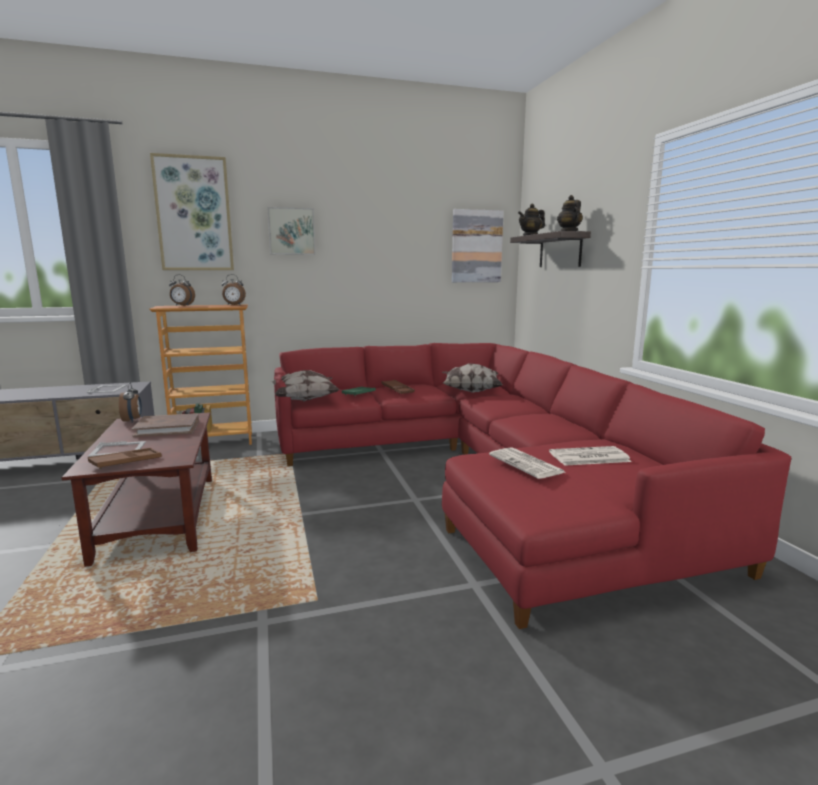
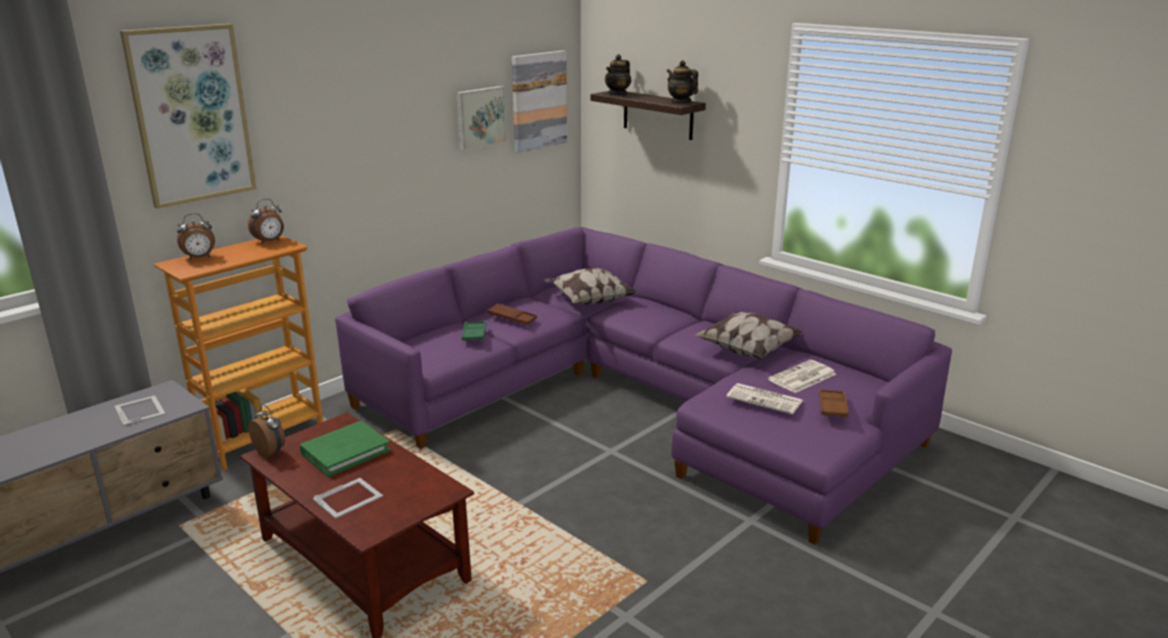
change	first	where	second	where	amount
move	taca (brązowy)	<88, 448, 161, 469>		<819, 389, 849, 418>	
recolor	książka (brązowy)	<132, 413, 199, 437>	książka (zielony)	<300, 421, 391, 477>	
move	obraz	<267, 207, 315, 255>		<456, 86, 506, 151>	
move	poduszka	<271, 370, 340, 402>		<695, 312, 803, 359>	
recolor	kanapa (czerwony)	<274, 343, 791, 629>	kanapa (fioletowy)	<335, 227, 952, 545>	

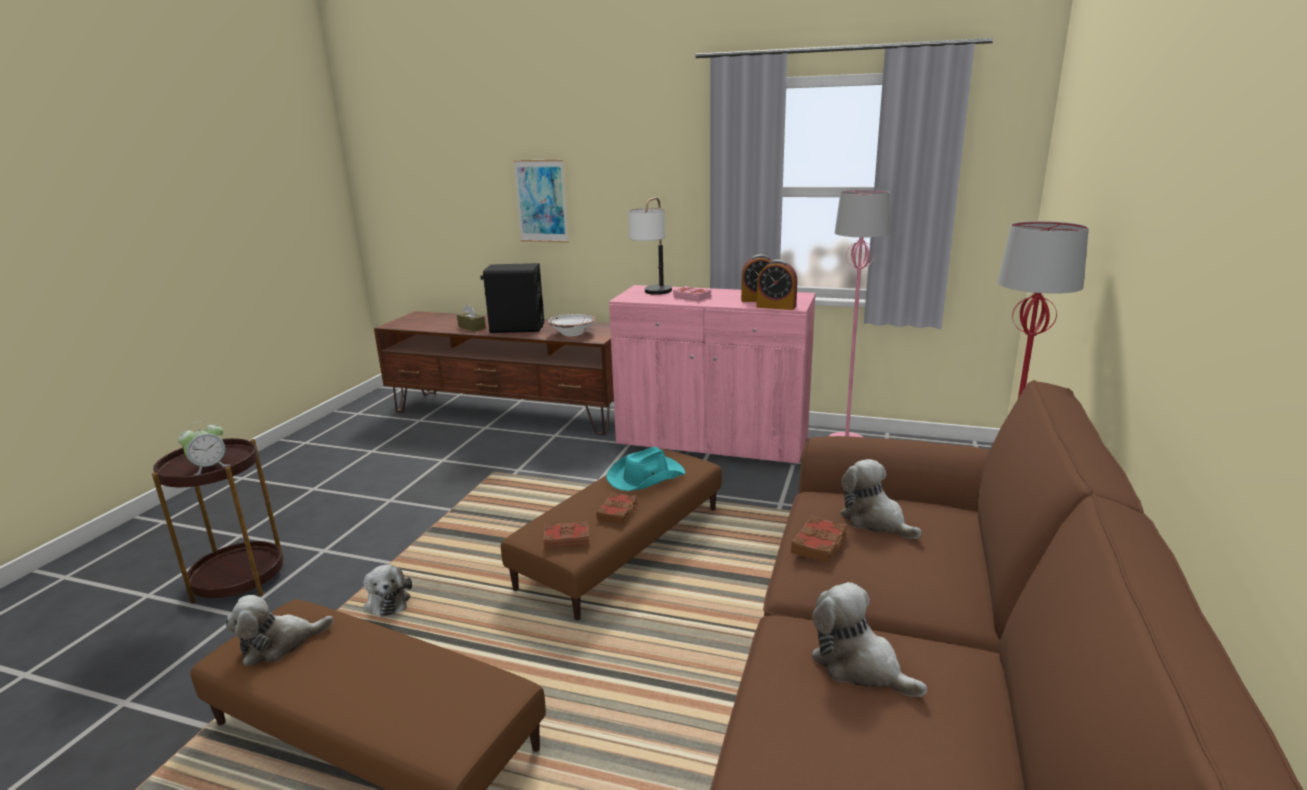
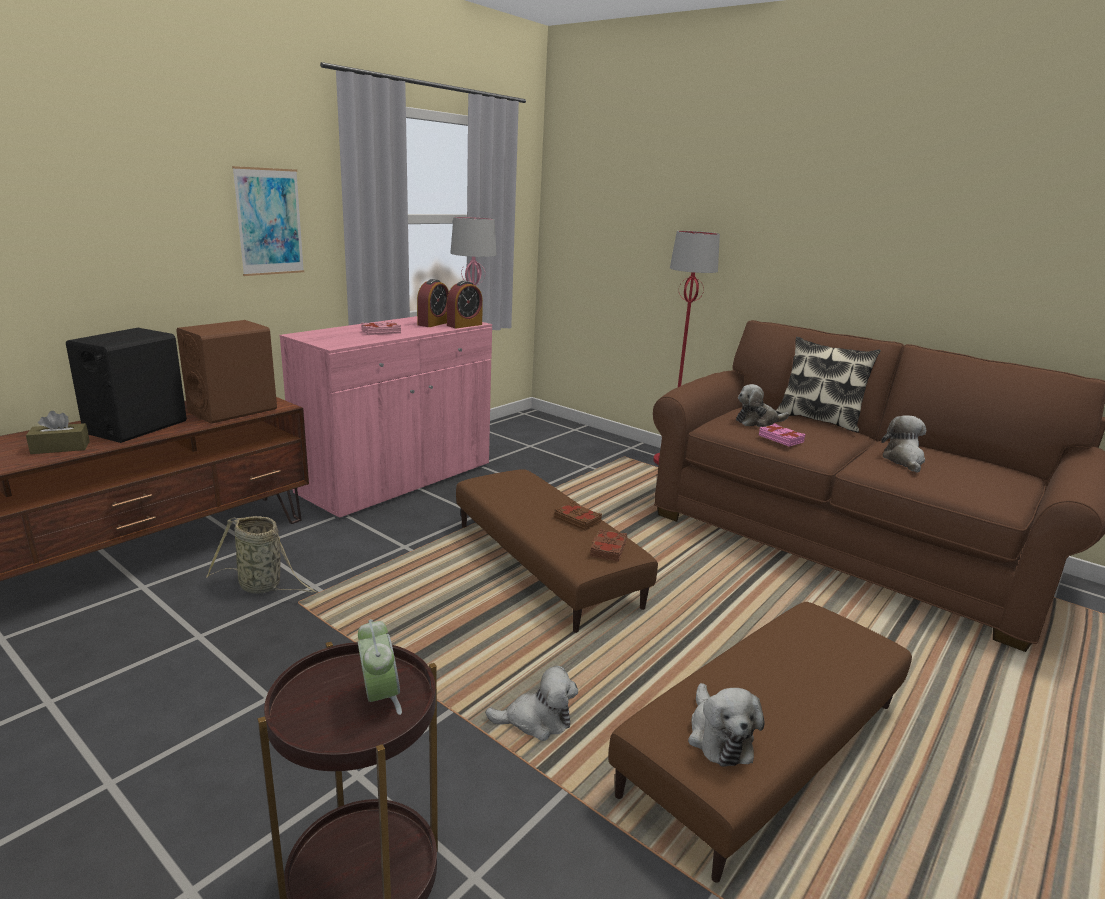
change	first	where	second	where	amount
move	obraz	<514, 160, 568, 243>		<232, 166, 304, 276>	
replace	miska (biały)	<547, 314, 596, 336>	głośnik (brązowy)	<176, 320, 277, 424>	
delete	kapelusz (turkusowy)	<606, 447, 685, 491>			
delete	lampa stołowa	<628, 197, 672, 295>			
recolor	książka (brązowy)	<791, 515, 847, 563>	książka (różowy)	<759, 423, 806, 447>	
rotate	pluszak	<811, 582, 927, 697>		<881, 415, 926, 473>	120 degrees clockwise
insert			koszyk	<206, 516, 318, 594>	
insert			poduszka	<776, 337, 881, 433>	

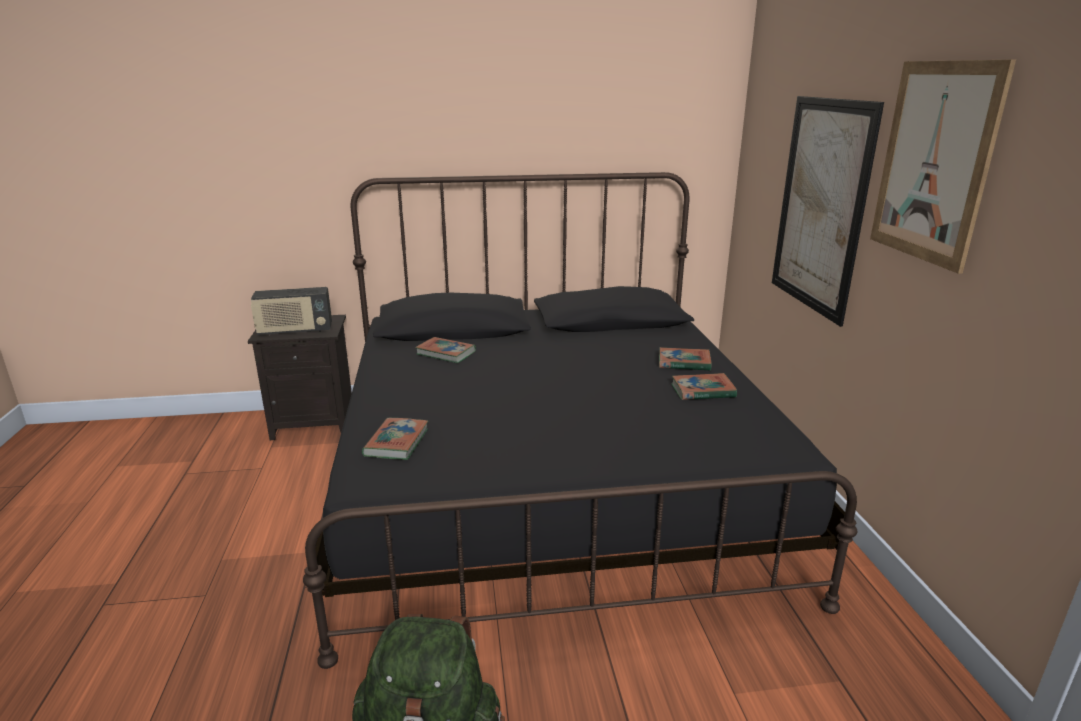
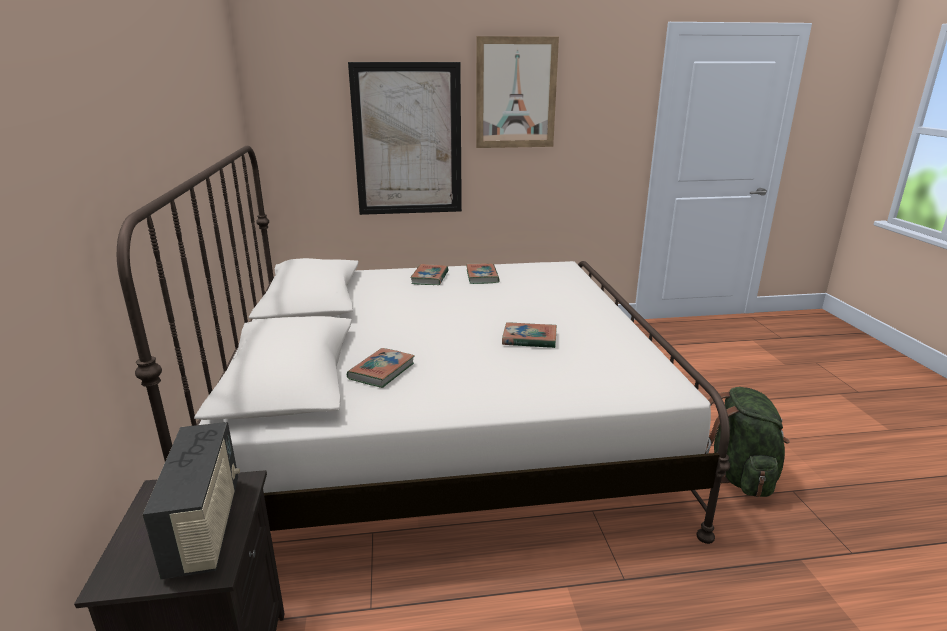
change	first	where	second	where	amount
recolor	łóżko (czarny)	<303, 172, 857, 669>	łóżko (biały)	<117, 145, 730, 544>	
move	książka	<362, 418, 428, 460>		<502, 322, 557, 348>	

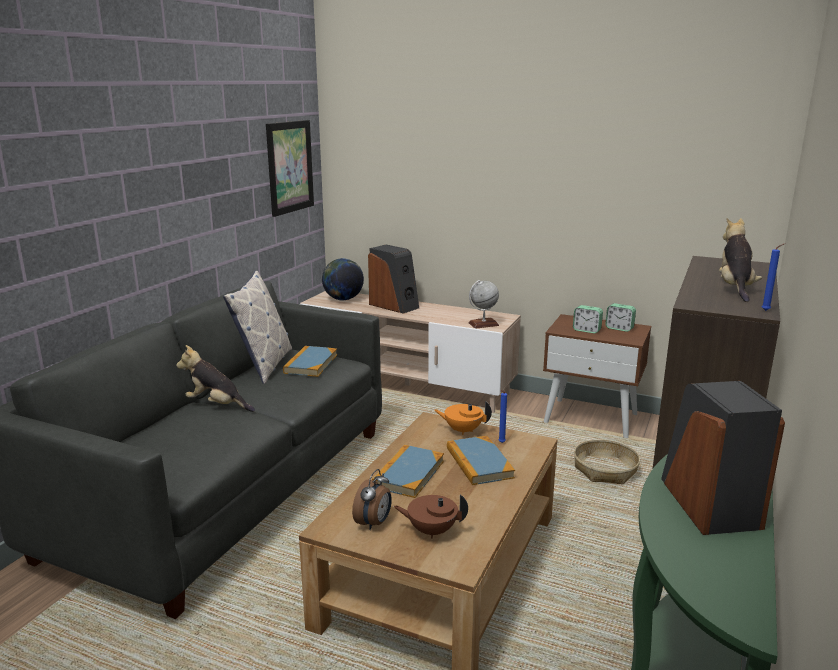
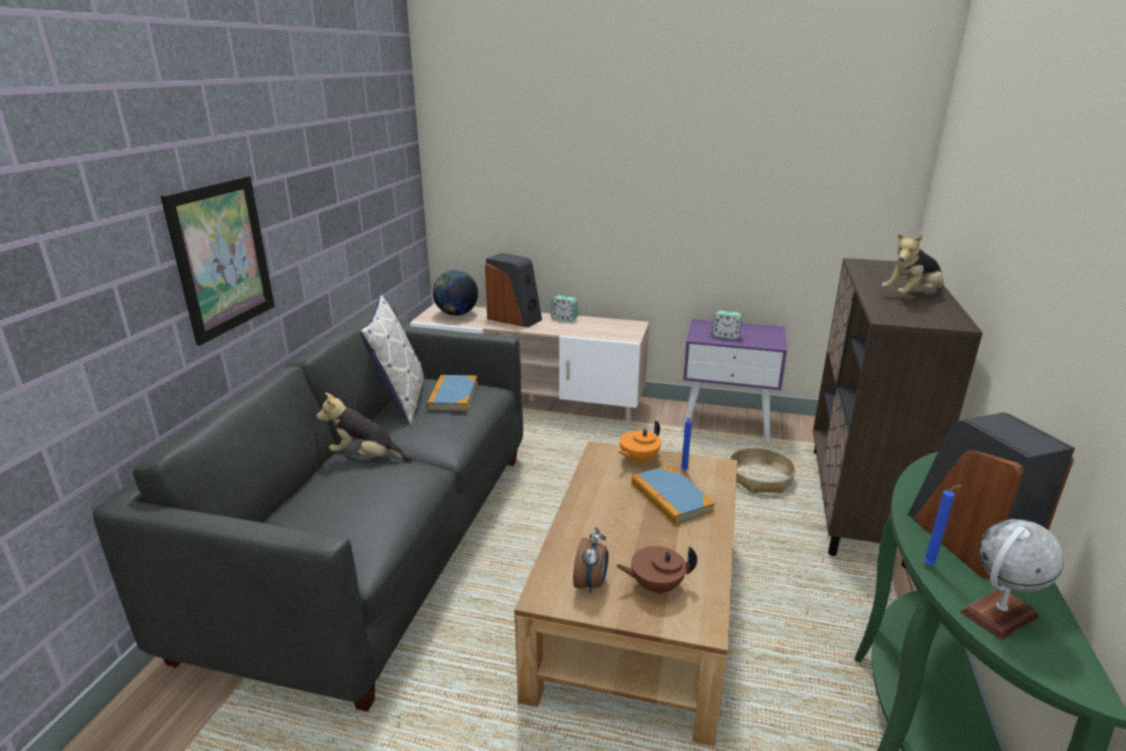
change	first	where	second	where	amount
move	obraz	<266, 120, 314, 217>		<161, 176, 275, 346>	
delete	książka	<372, 445, 444, 498>			
rotate	imbryk (pomarańczowy)	<434, 401, 492, 435>		<618, 420, 661, 464>	45 degrees counterclockwise
move	globus	<469, 280, 499, 329>		<960, 519, 1064, 640>	
recolor	szafka nocna (brązowy)	<543, 314, 651, 438>	szafka nocna (fioletowy)	<683, 319, 787, 442>	
move	budzik	<605, 303, 636, 332>		<551, 295, 578, 322>	
rotate	pluszak	<719, 218, 762, 302>		<882, 234, 944, 294>	120 degrees counterclockwise
move	świeca (niebieski)	<762, 244, 784, 311>		<923, 485, 962, 565>	

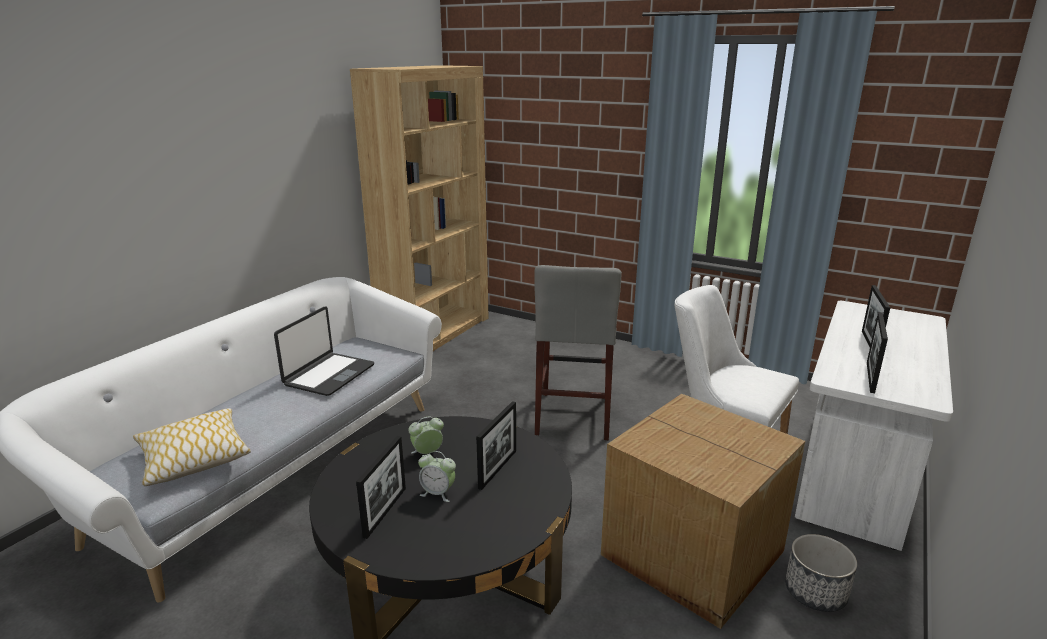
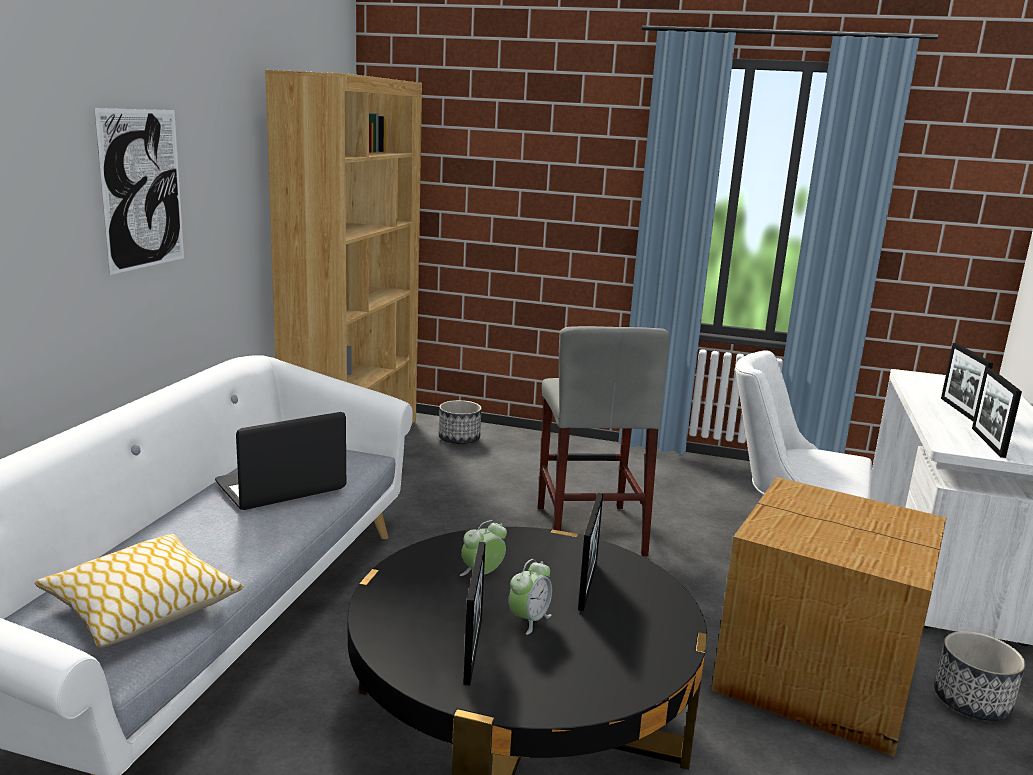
change	first	where	second	where	amount
rotate	laptop	<274, 307, 374, 396>		<215, 412, 346, 510>	135 degrees counterclockwise
rotate	budzik	<418, 451, 456, 502>		<509, 559, 552, 635>	60 degrees counterclockwise
insert			obraz	<94, 108, 184, 275>	
insert			donica	<439, 400, 482, 444>	

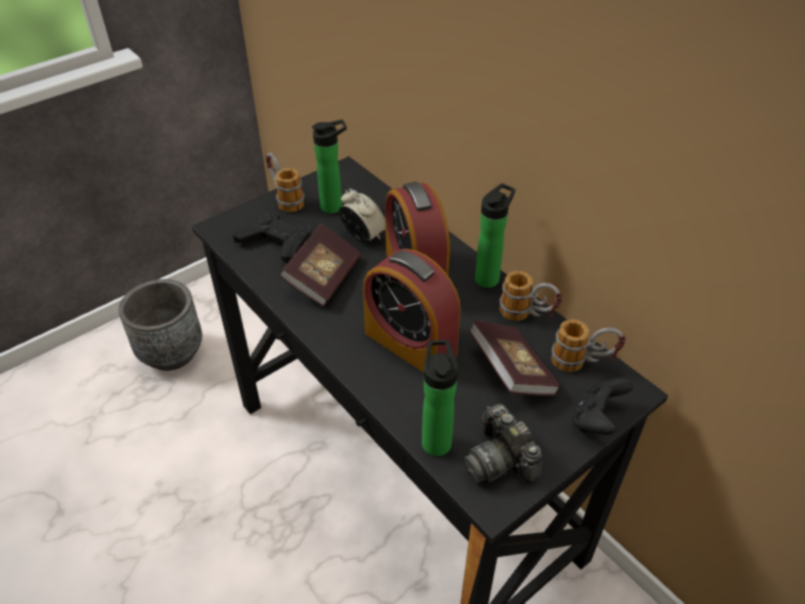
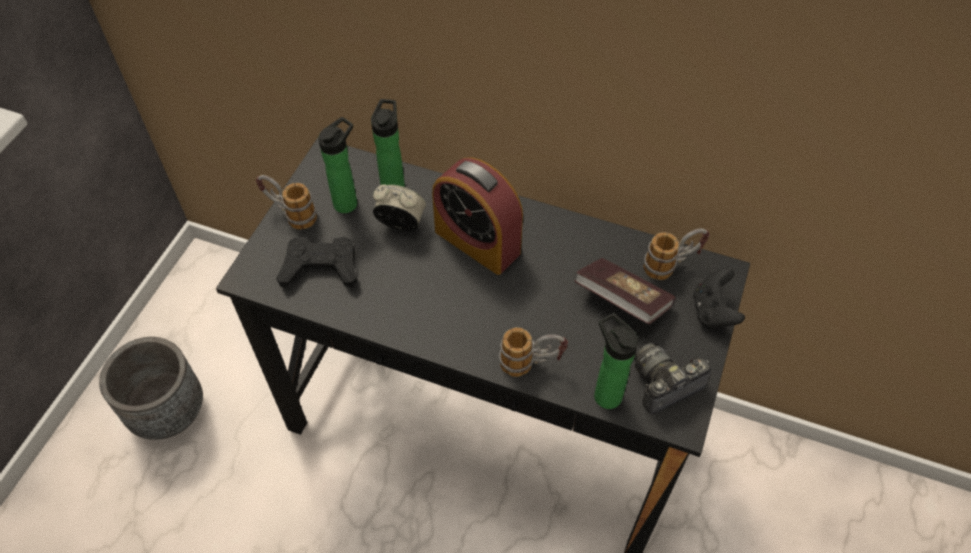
change	first	where	second	where	amount
delete	książka	<280, 224, 361, 306>			
delete	budzik	<363, 249, 461, 373>			
rotate	aparat fotograficzny	<464, 404, 543, 483>		<634, 343, 711, 414>	120 degrees clockwise
move	butelka	<475, 183, 515, 288>		<371, 99, 405, 187>	
move	kubek	<500, 271, 563, 321>		<499, 327, 568, 377>	

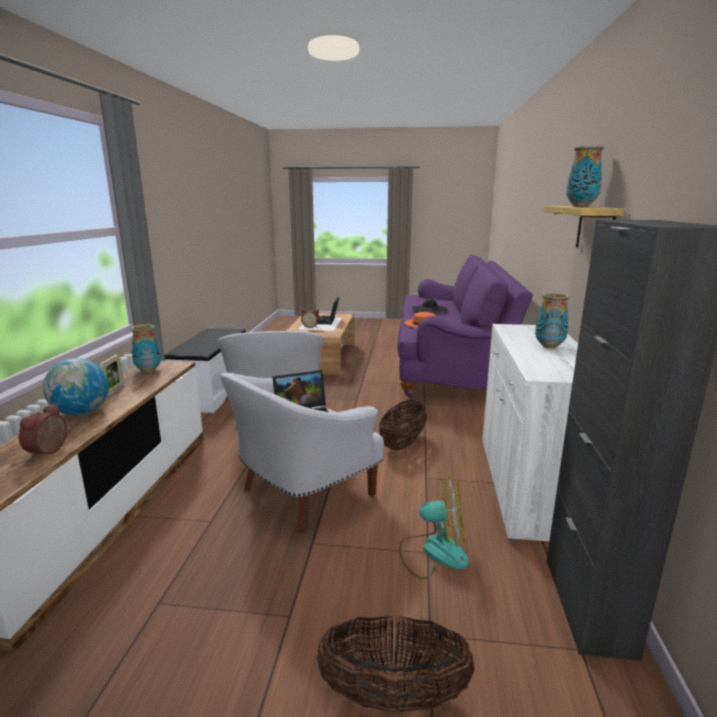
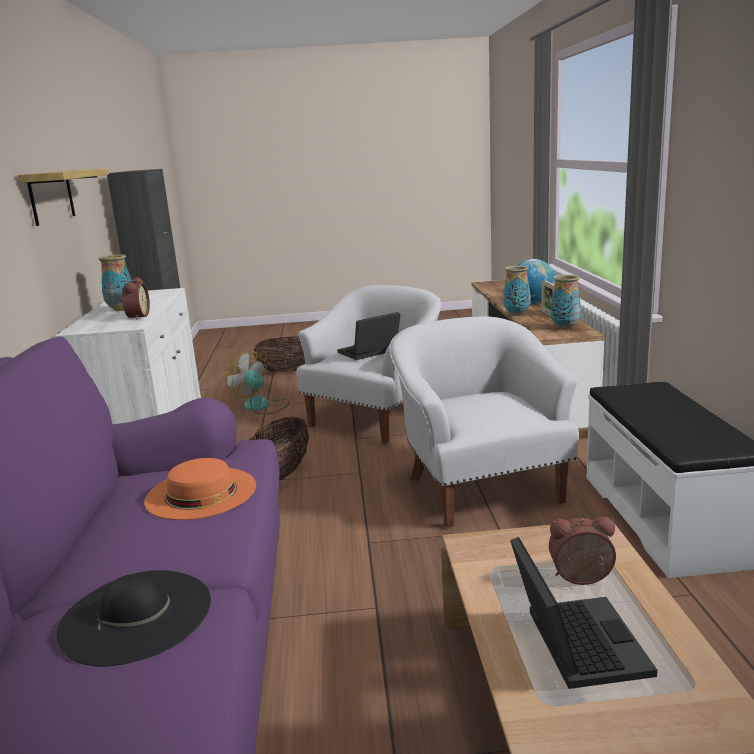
change	first	where	second	where	amount
move	budzik	<19, 403, 67, 459>		<120, 277, 150, 320>	
rotate	wentylator	<399, 475, 469, 579>		<226, 352, 290, 414>	45 degrees clockwise
move	wazon	<566, 146, 604, 207>		<503, 266, 531, 316>	

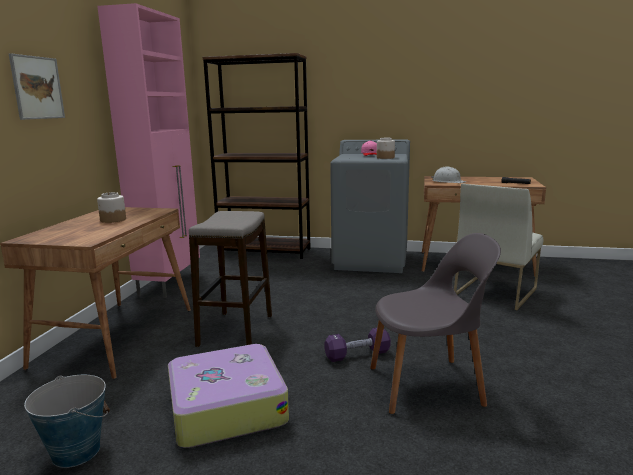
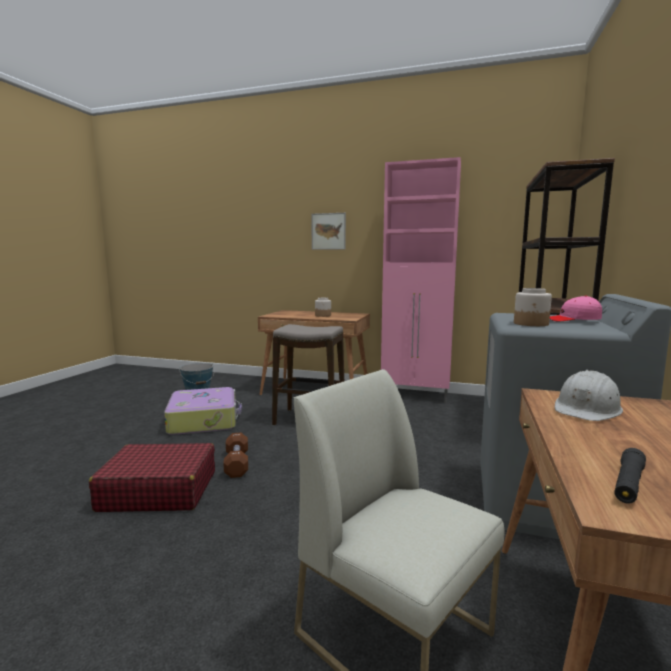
change	first	where	second	where	amount
recolor	hantel (fioletowy)	<324, 328, 391, 362>	hantel (brązowy)	<224, 432, 248, 478>	
replace	krzesło (szary)	<370, 233, 501, 414>	walizka (czerwony)	<89, 443, 215, 512>	

